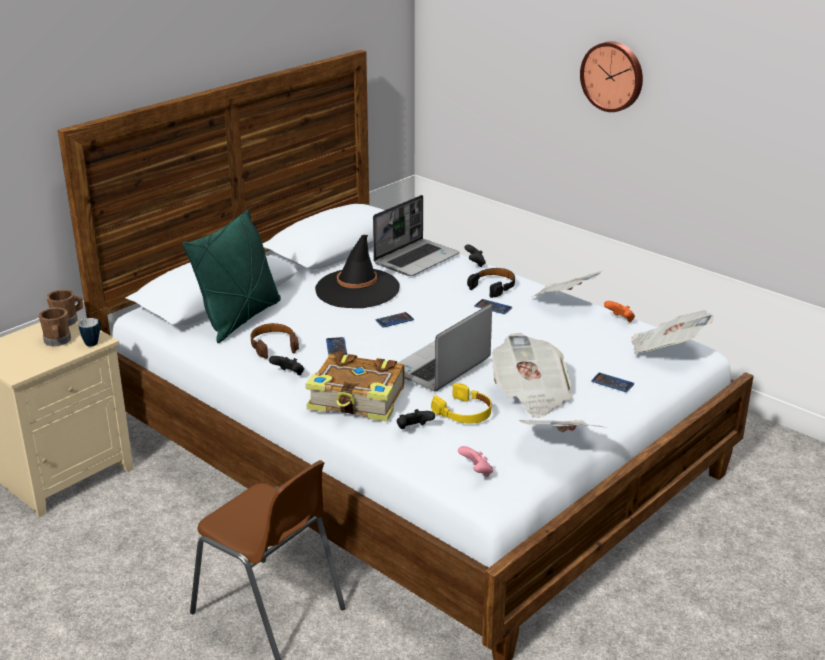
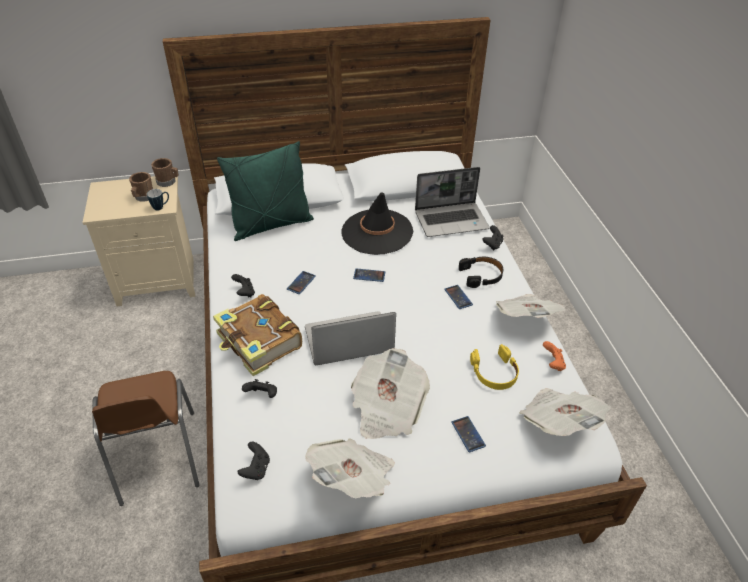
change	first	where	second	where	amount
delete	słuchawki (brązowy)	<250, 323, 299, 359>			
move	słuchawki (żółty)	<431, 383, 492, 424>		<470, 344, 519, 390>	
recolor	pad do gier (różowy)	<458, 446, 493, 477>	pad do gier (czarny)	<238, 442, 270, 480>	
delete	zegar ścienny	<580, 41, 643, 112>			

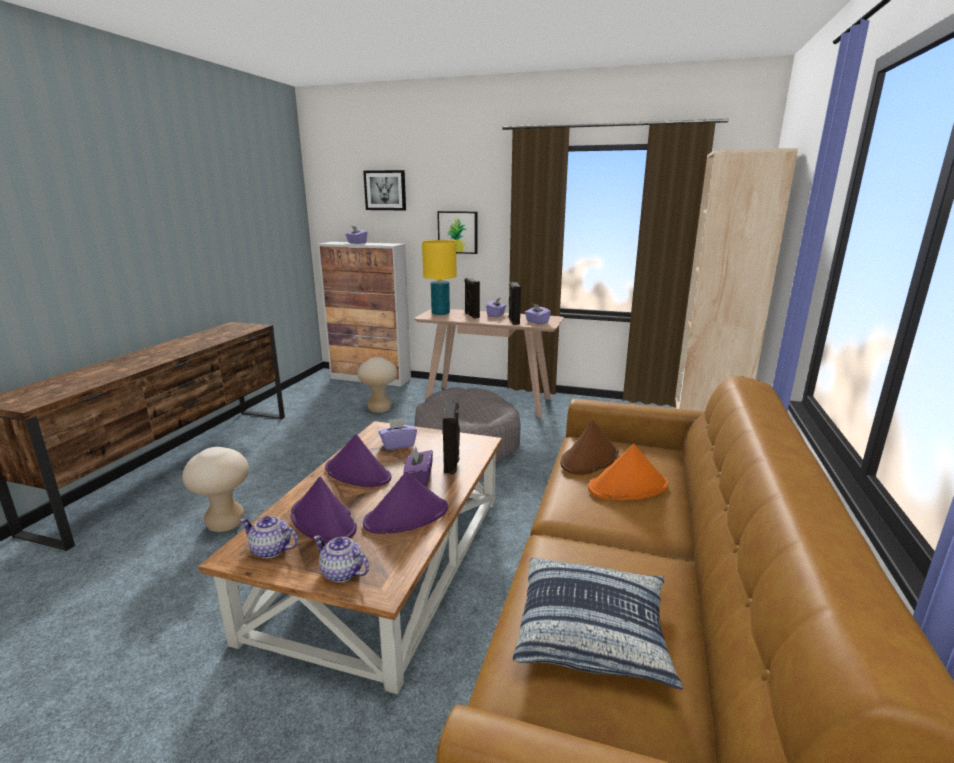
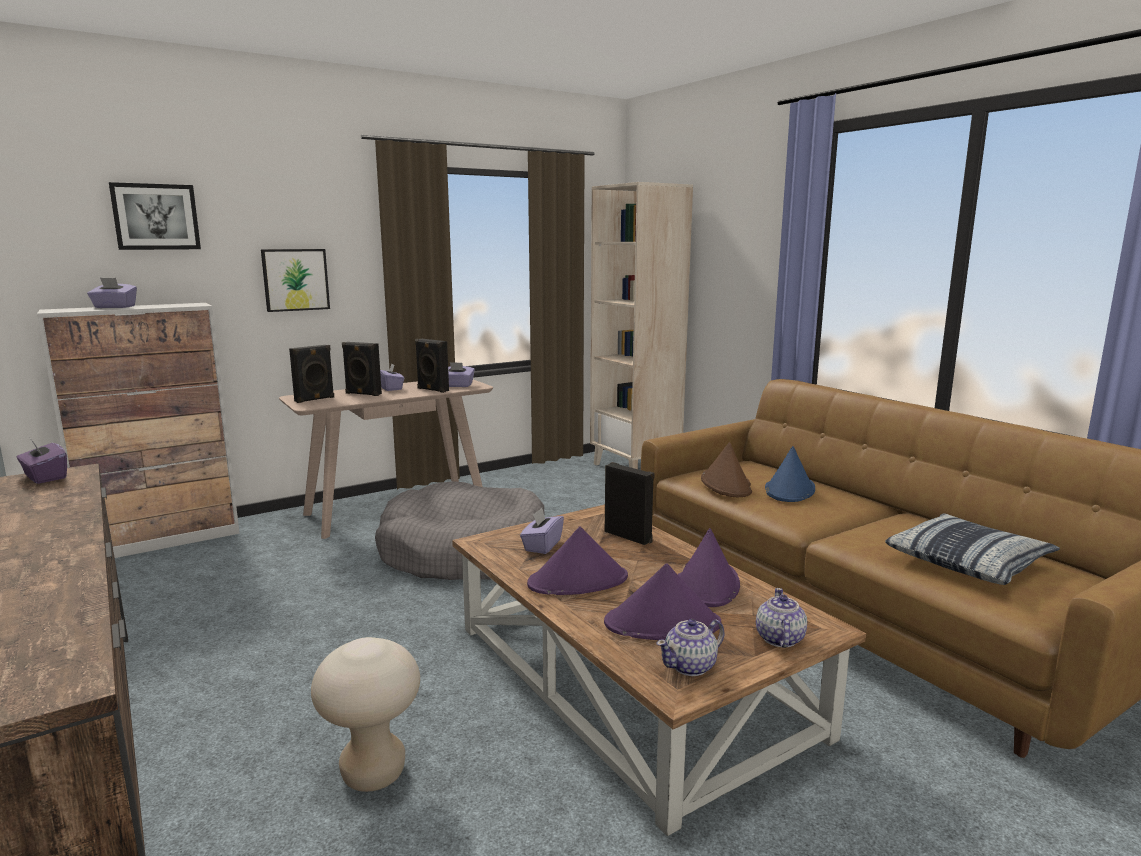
change	first	where	second	where	amount
rotate	imbryk	<313, 535, 369, 582>		<756, 588, 807, 648>	120 degrees clockwise
delete	stołek (beżowy)	<358, 357, 397, 413>			
move	pudełko chusteczek (fioletowy)	<404, 447, 433, 485>		<17, 437, 67, 484>	
replace	lampa stołowa (żółty)	<422, 240, 456, 315>	głośnik (czarny)	<289, 345, 334, 403>	
recolor	kapelusz (pomarańczowy)	<588, 444, 668, 500>	kapelusz (niebieski)	<765, 446, 815, 502>	

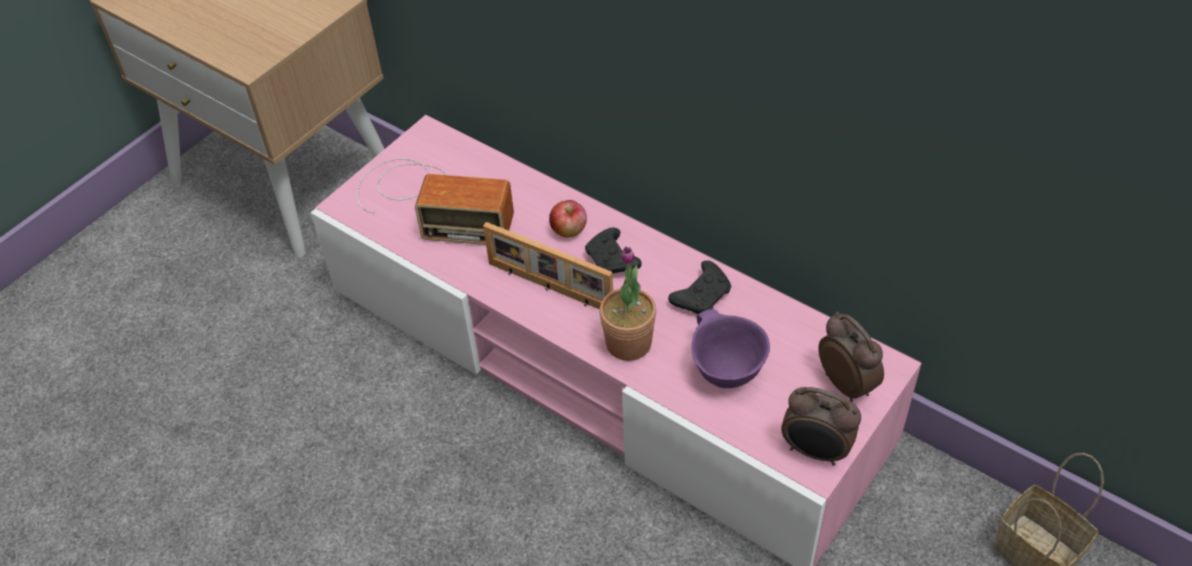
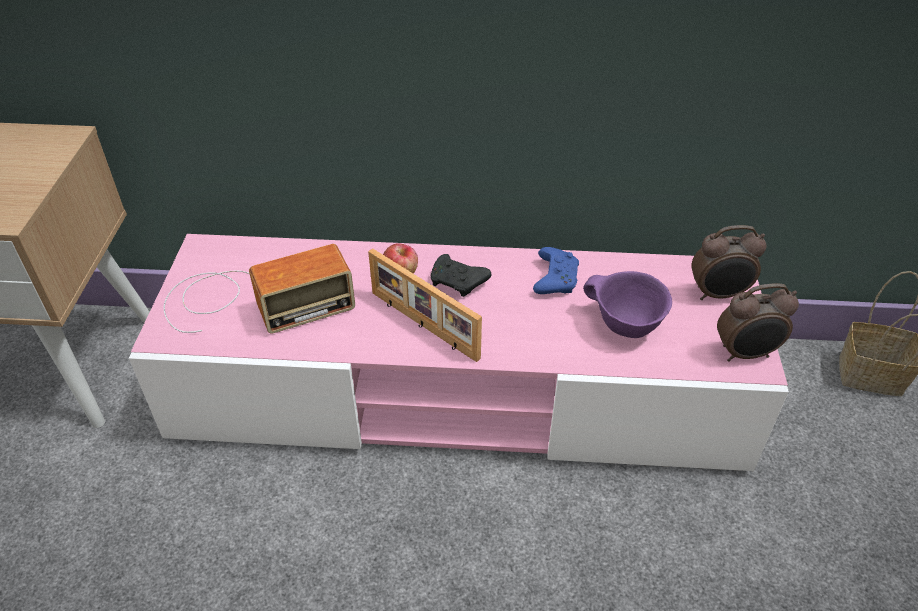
change	first	where	second	where	amount
rotate	ramka na zdjęcie	<483, 222, 613, 309>		<368, 248, 482, 362>	45 degrees clockwise
delete	roślina doniczkowa	<599, 247, 656, 361>			
recolor	pad do gier (czarny)	<668, 260, 731, 314>	pad do gier (niebieski)	<533, 247, 579, 294>	
rotate	budzik	<818, 312, 884, 402>		<691, 225, 767, 300>	150 degrees clockwise

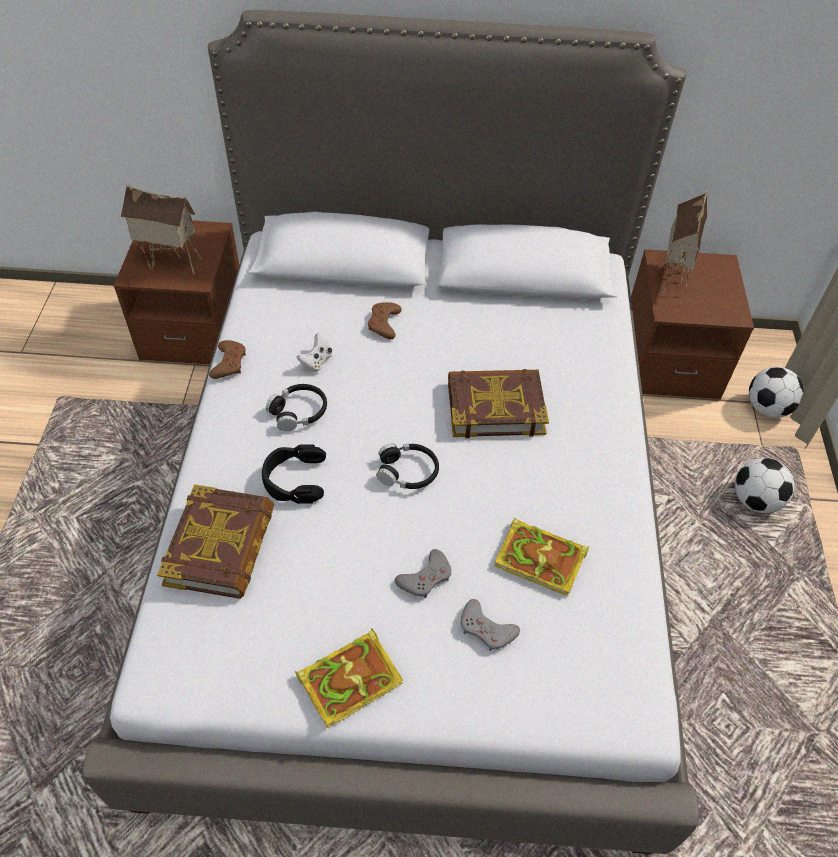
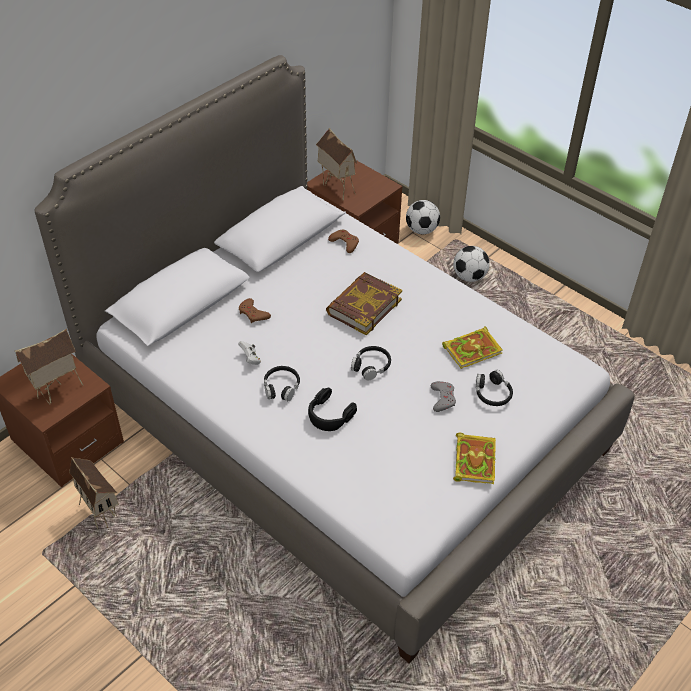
change	first	where	second	where	amount
delete	książka	<157, 484, 274, 599>			
move	pad do gier (brązowy)	<209, 340, 246, 379>		<328, 230, 359, 253>	
replace	pad do gier (szary)	<461, 599, 520, 651>	słuchawki (czarny)	<476, 370, 513, 406>	
insert			domek	<69, 457, 119, 529>	

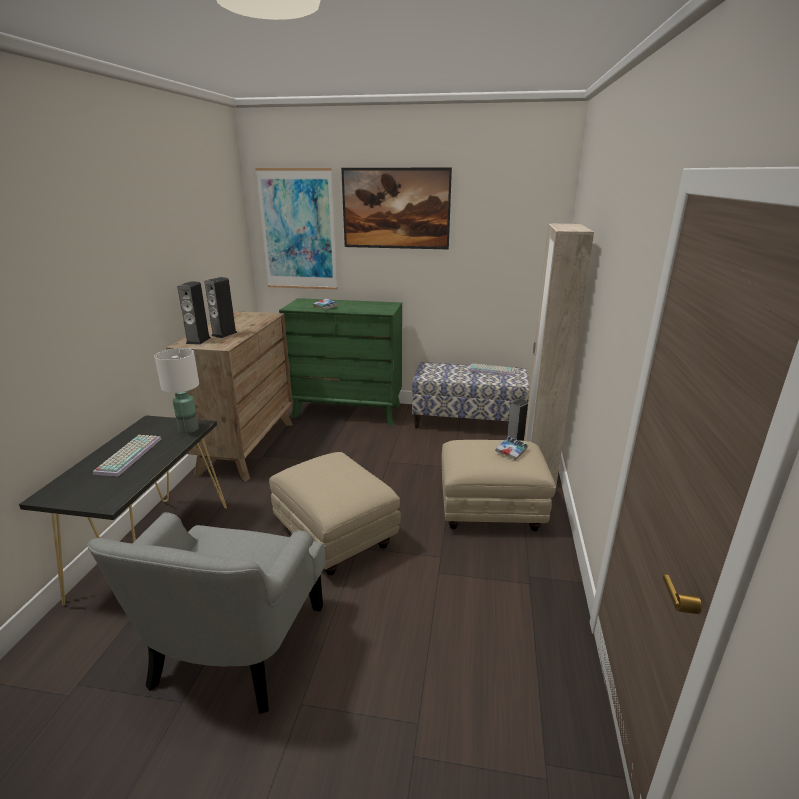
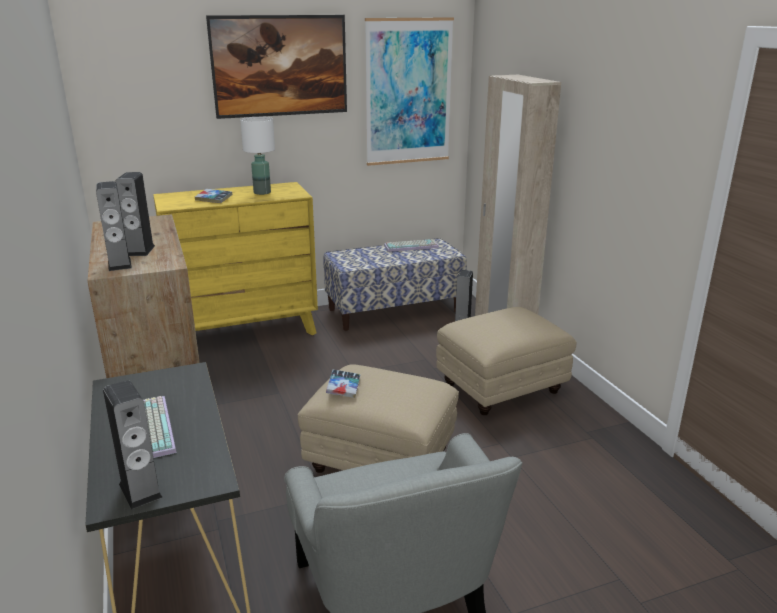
change	first	where	second	where	amount
move	lampa stołowa (biały)	<154, 348, 199, 433>		<240, 117, 275, 195>	
move	obraz	<255, 168, 337, 290>		<365, 17, 454, 166>	
recolor	komoda (zielony)	<279, 298, 402, 425>	komoda (żółty)	<153, 182, 318, 335>	
move	książka	<495, 436, 528, 460>		<326, 370, 361, 398>	
insert			głośnik	<103, 380, 163, 509>	

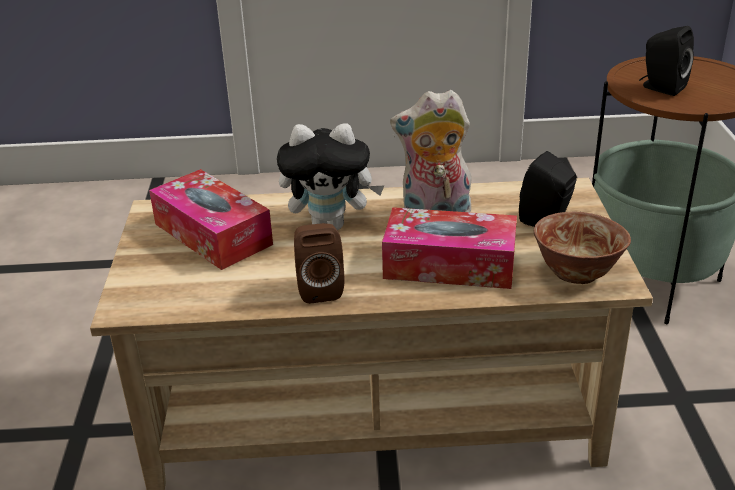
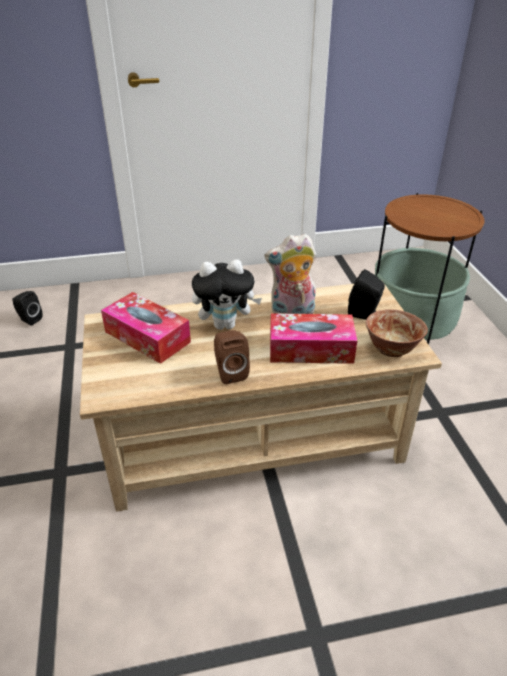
change	first	where	second	where	amount
move	głośnik (czarny)	<639, 26, 694, 96>		<12, 291, 42, 326>	

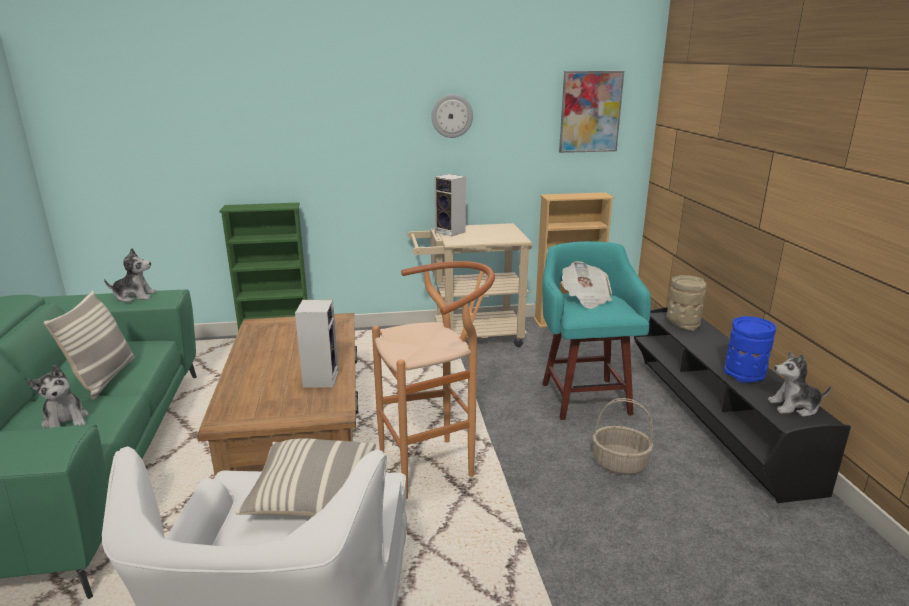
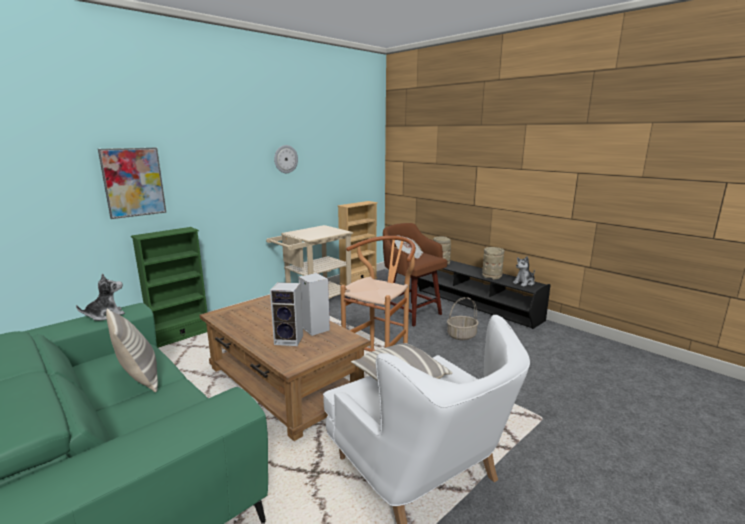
change	first	where	second	where	amount
delete	pluszak	<27, 365, 89, 428>			
move	głośnik	<434, 174, 466, 236>		<270, 282, 303, 346>	
recolor	stołek (turkusowy)	<542, 241, 651, 420>	stołek (brązowy)	<383, 223, 447, 326>	
move	obraz	<559, 71, 624, 153>		<98, 148, 166, 219>	
recolor	wazon (niebieski)	<724, 316, 776, 383>	wazon (beżowy)	<482, 247, 504, 279>	

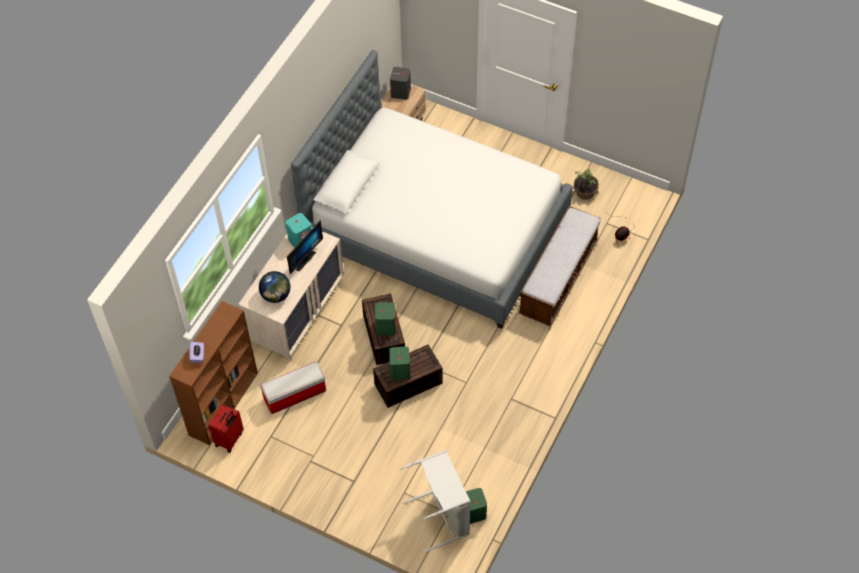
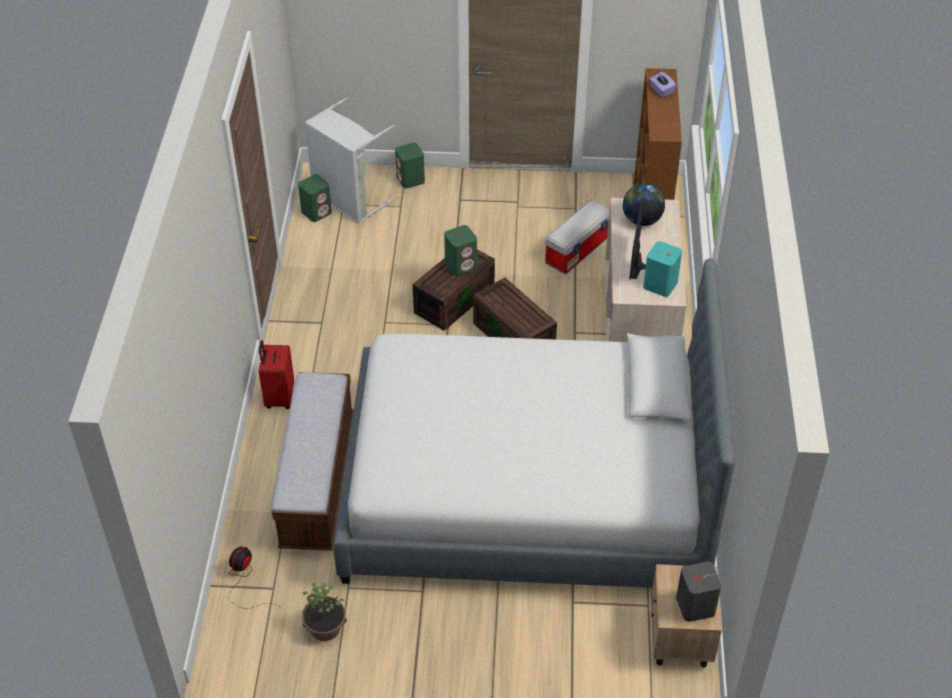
change	first	where	second	where	amount
move	walizka (czerwony)	<209, 404, 244, 453>		<259, 340, 294, 409>	
move	głośnik (zielony)	<375, 302, 396, 335>		<395, 143, 425, 189>	

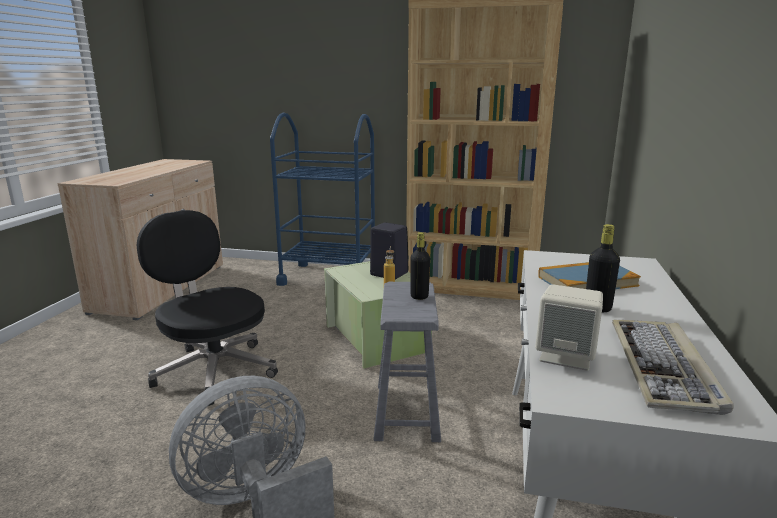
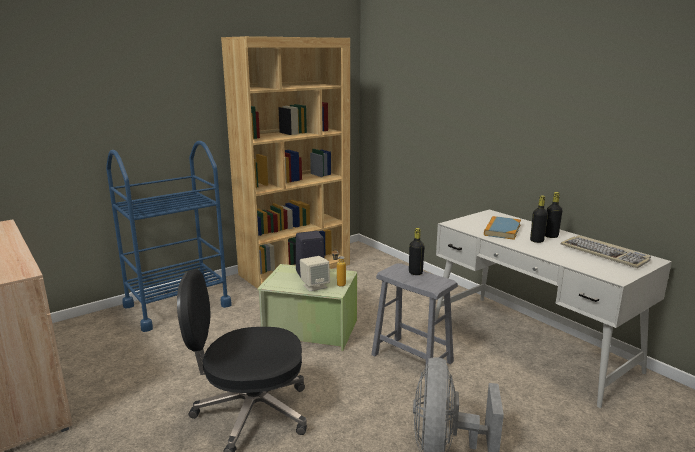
change	first	where	second	where	amount
move	głośnik (beżowy)	<535, 284, 603, 371>		<300, 256, 330, 292>	
insert			butelka (czarny)	<545, 192, 563, 238>	

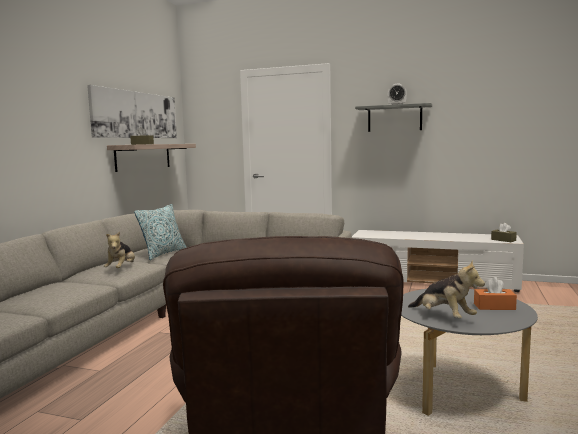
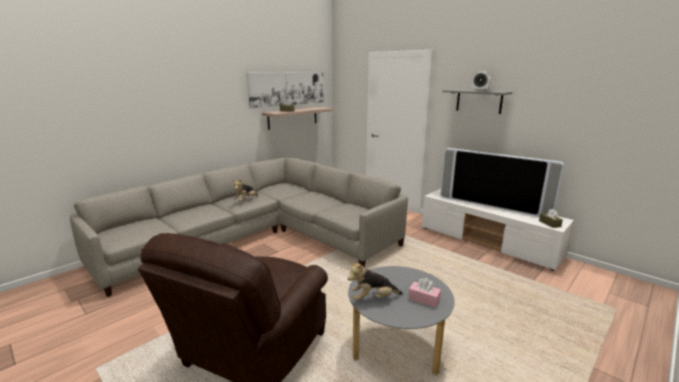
change	first	where	second	where	amount
delete	poduszka	<134, 204, 187, 260>			
rotate	pluszak	<408, 260, 485, 318>		<348, 261, 403, 301>	90 degrees clockwise
recolor	pudełko chusteczek (pomarańczowy)	<474, 277, 517, 310>	pudełko chusteczek (różowy)	<408, 278, 441, 308>	
insert			telewizor	<440, 148, 564, 217>	

